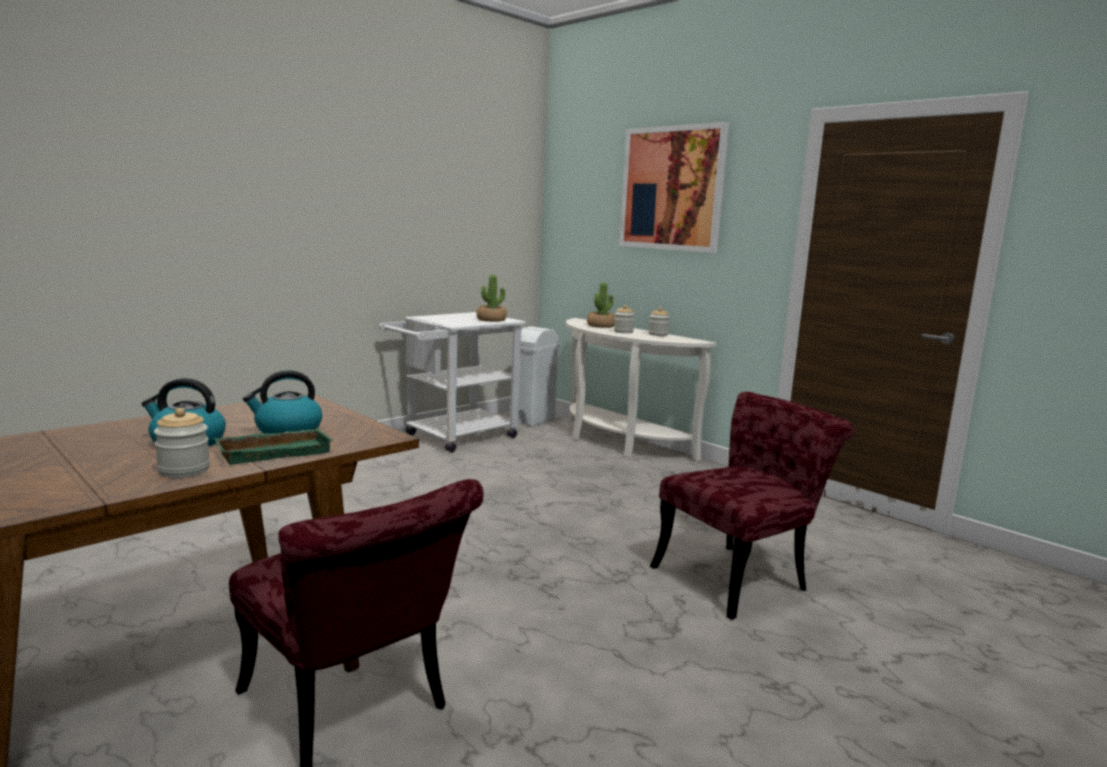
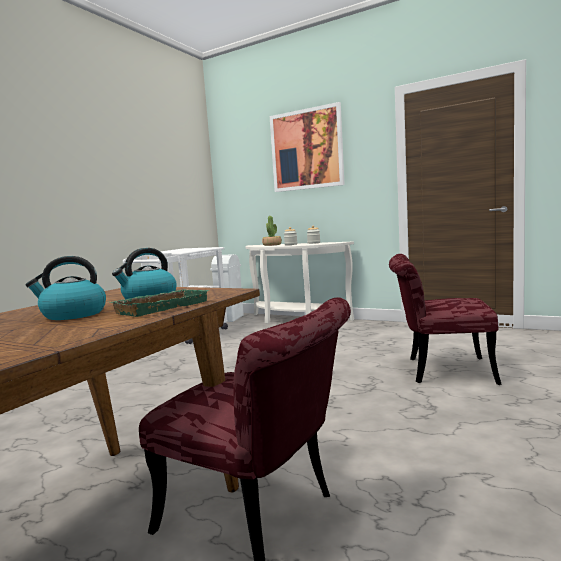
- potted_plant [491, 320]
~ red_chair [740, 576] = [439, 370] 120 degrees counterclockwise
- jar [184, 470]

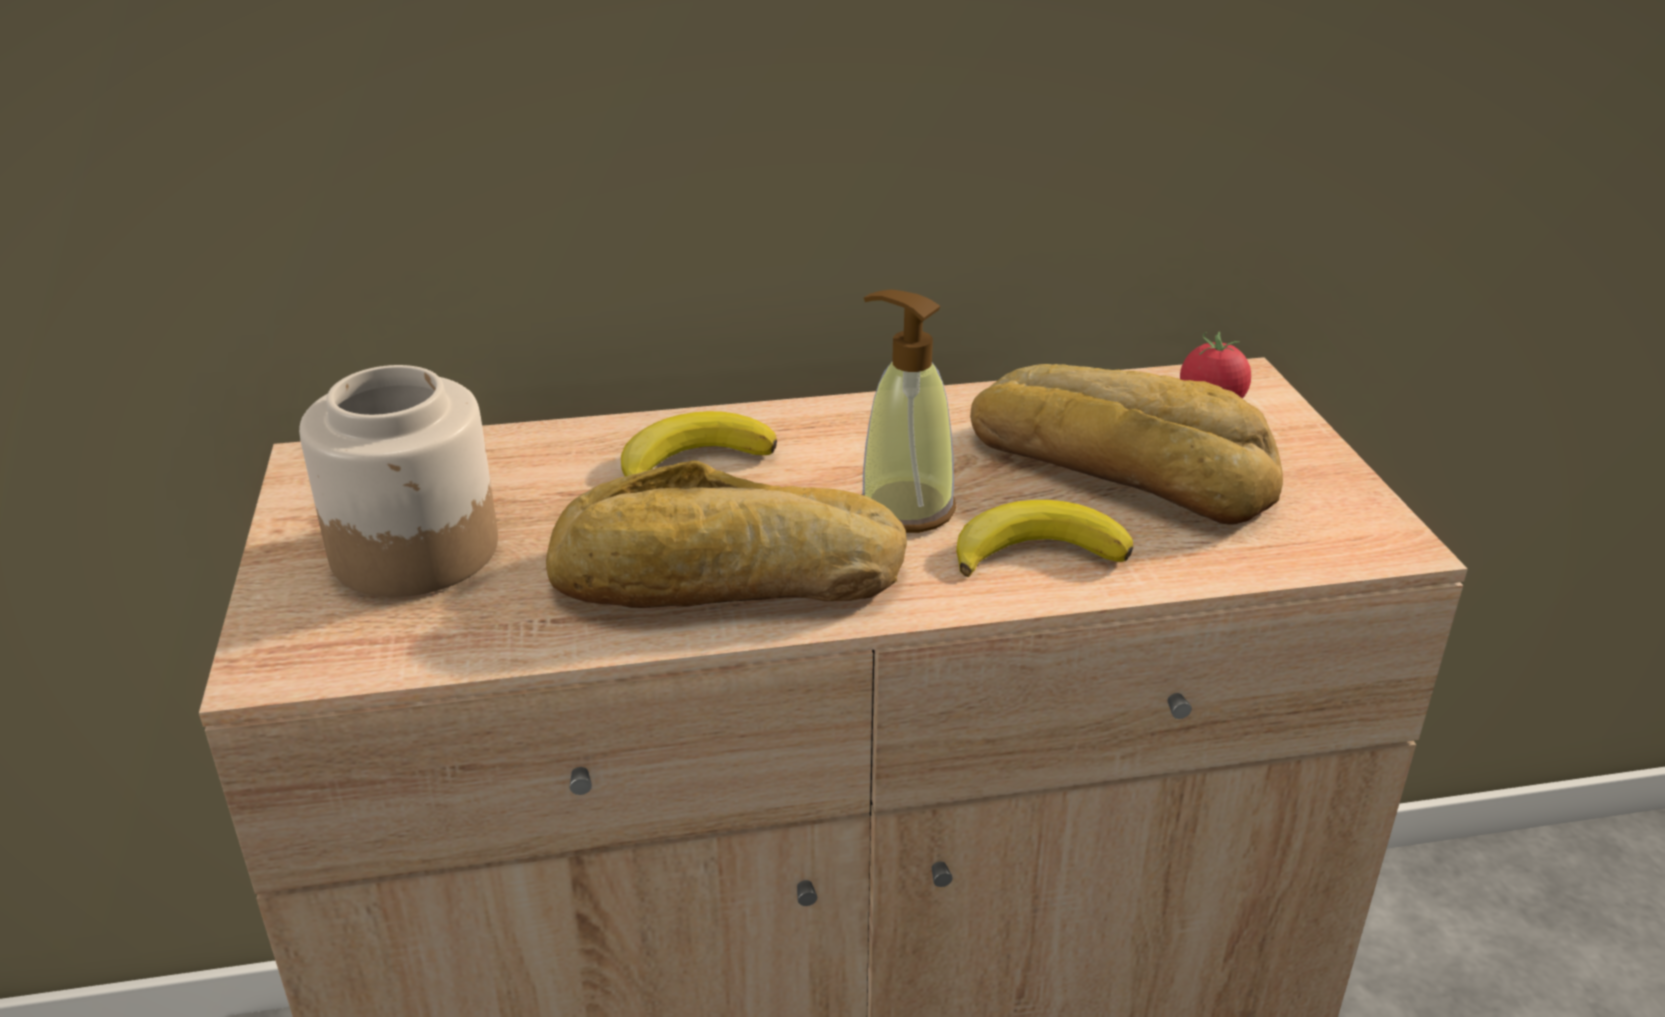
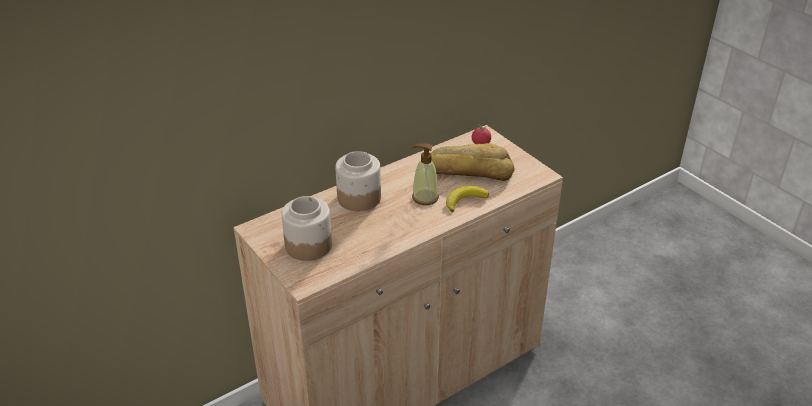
~ banana [693, 458] to jar [358, 198]
- bread [727, 580]

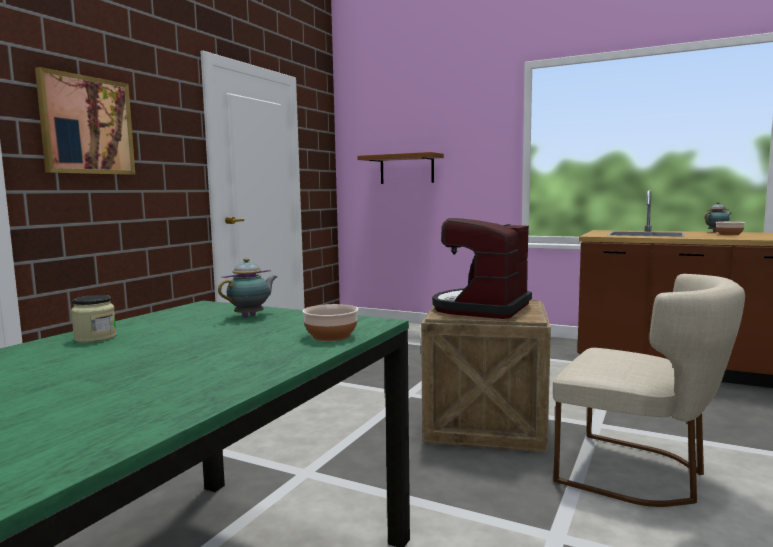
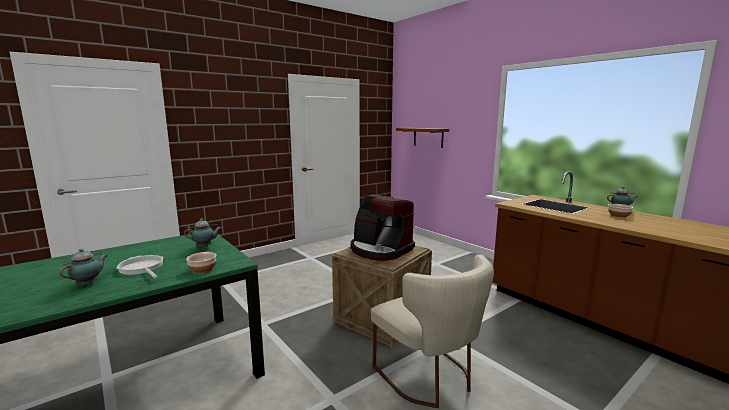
- picture [87, 125]
~ coffee_machine [482, 308] = [380, 250] 105 degrees counterclockwise
- jar [95, 338]
+ teapot [89, 284]
+ frying_pan [142, 268]

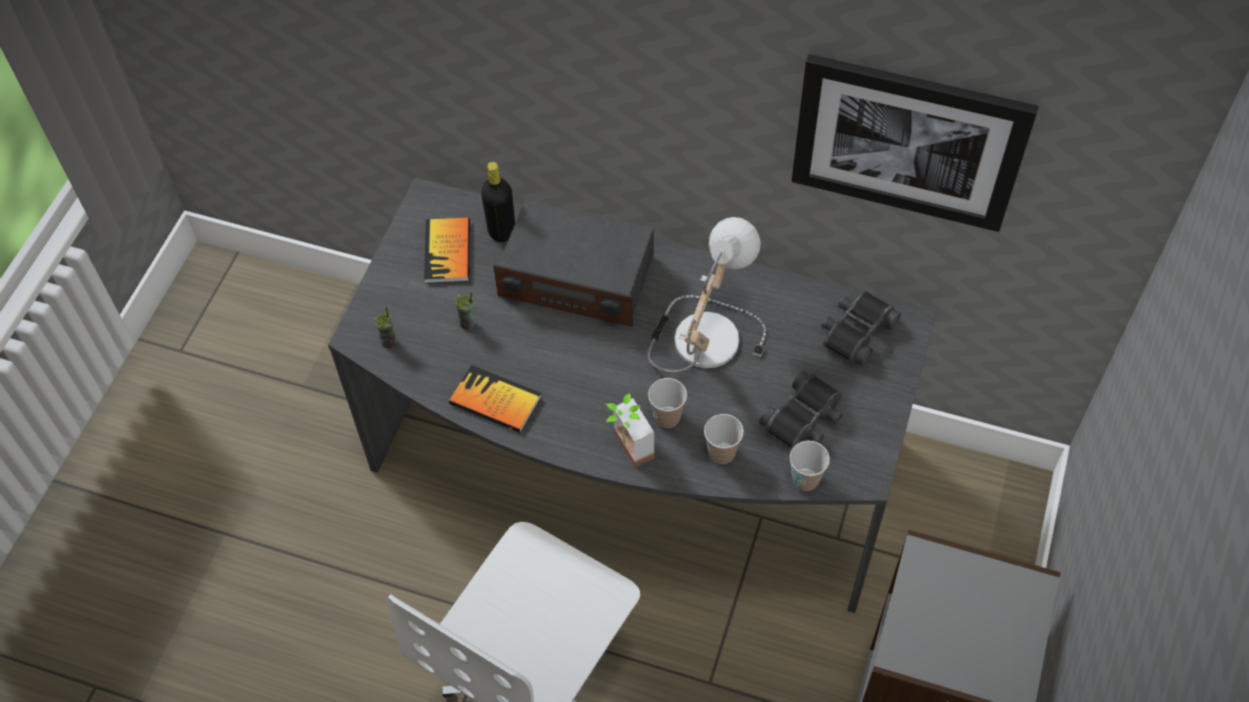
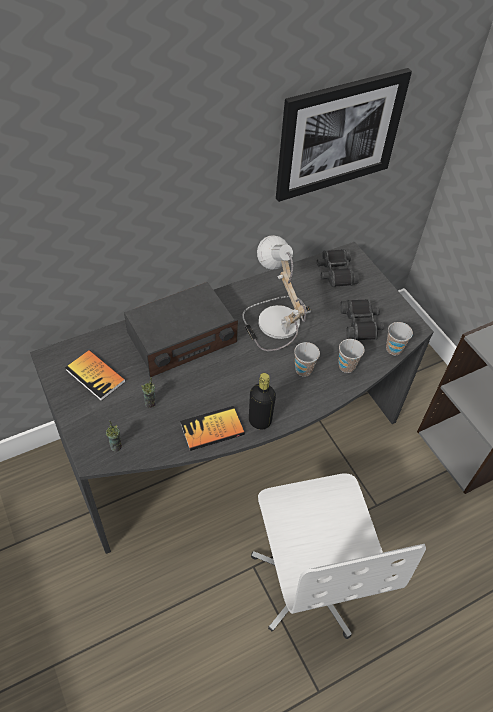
~ black_bottle [501, 231] to [260, 421]
- potted_plant [625, 449]

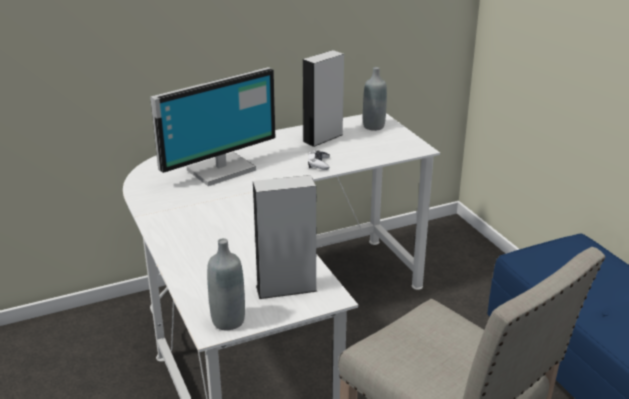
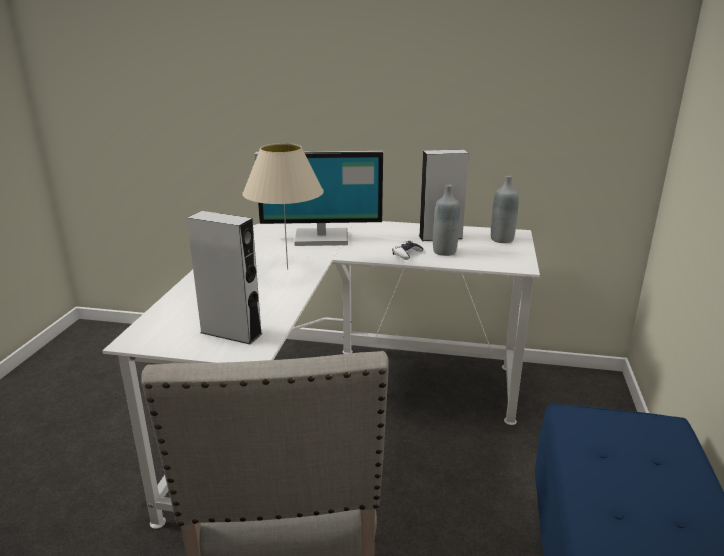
~ grey_bottle [228, 321] to [444, 251]
+ beige_table_lamp [287, 269]

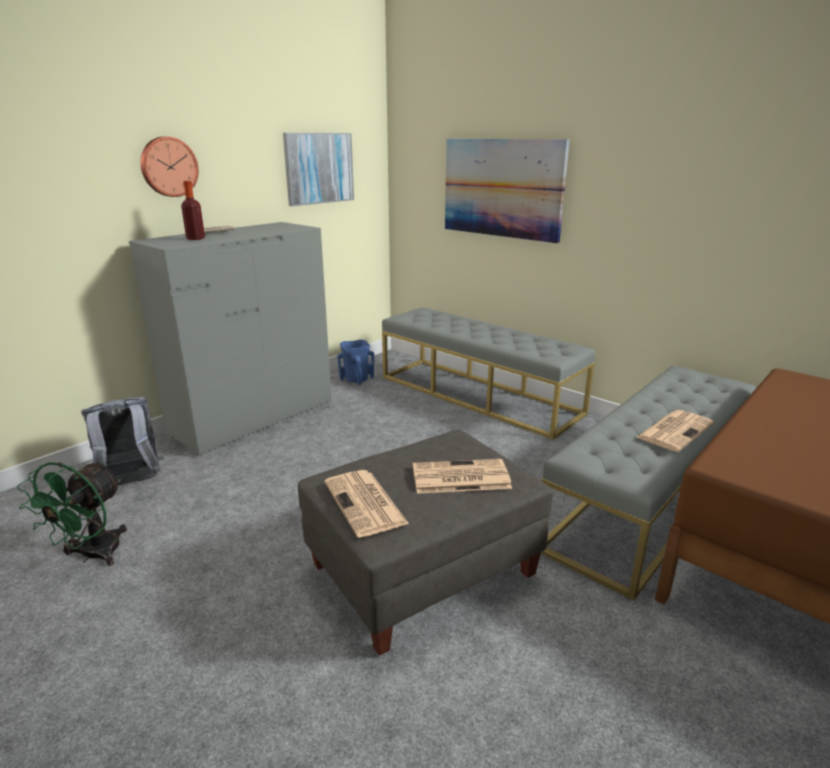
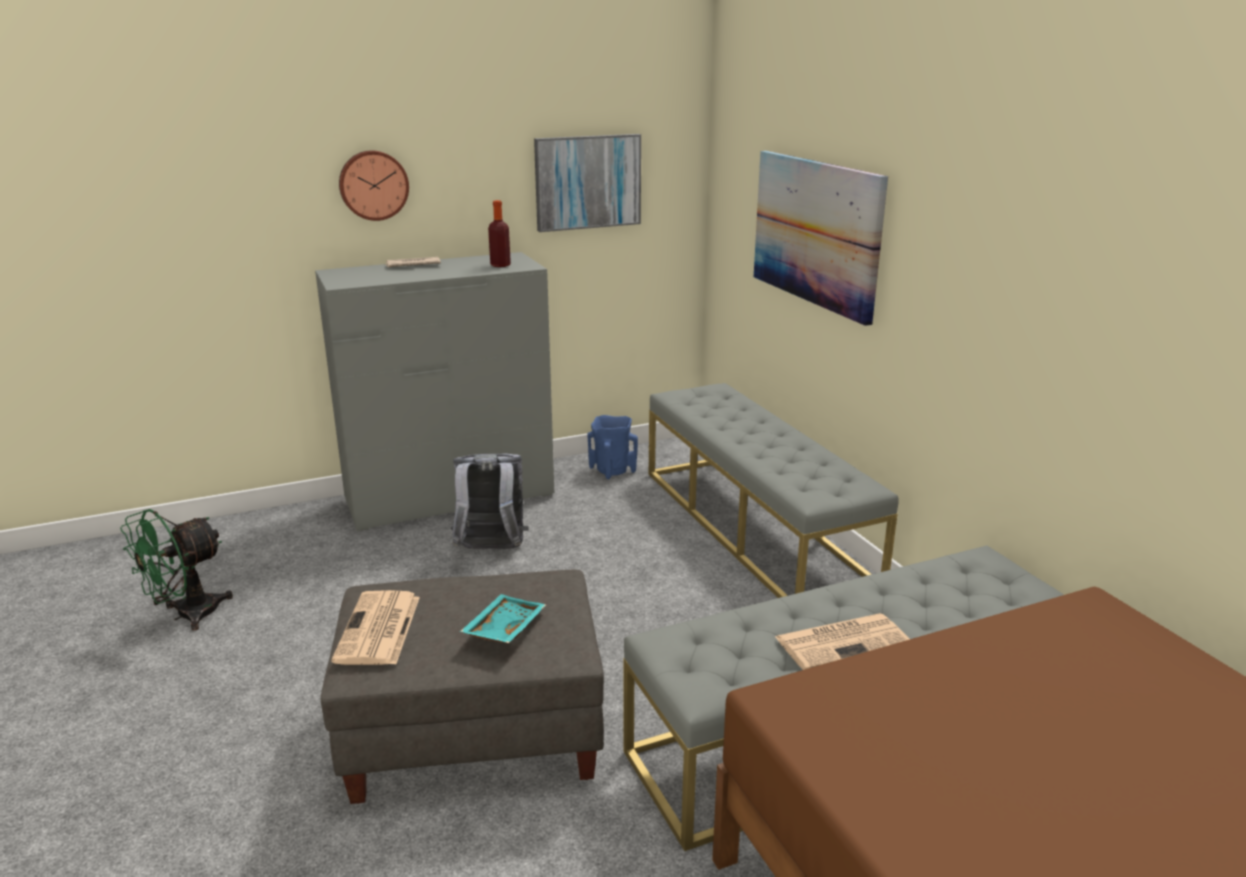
~ bottle [195, 238] to [500, 265]
~ grey_backpack [131, 484] to [491, 551]
~ newspaper [459, 477] to turquoise_tray [503, 628]

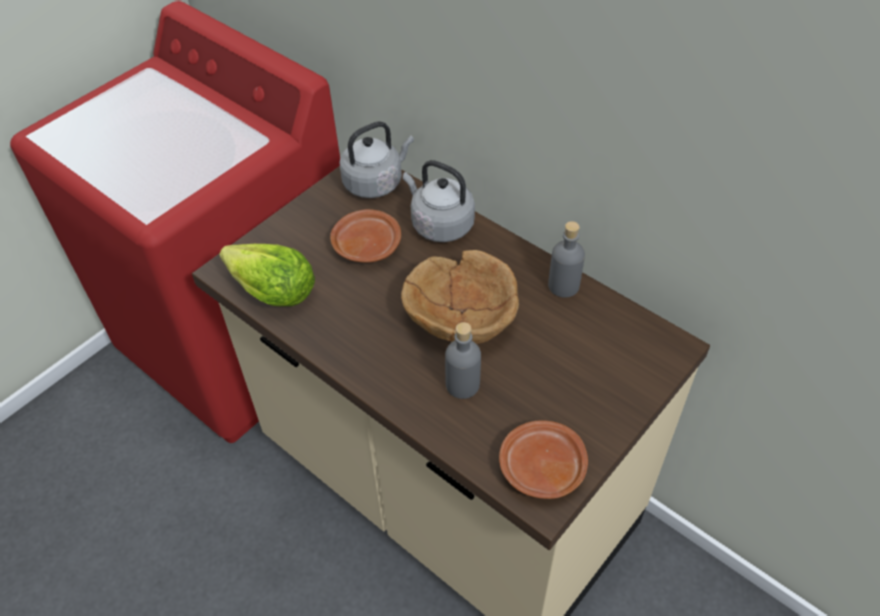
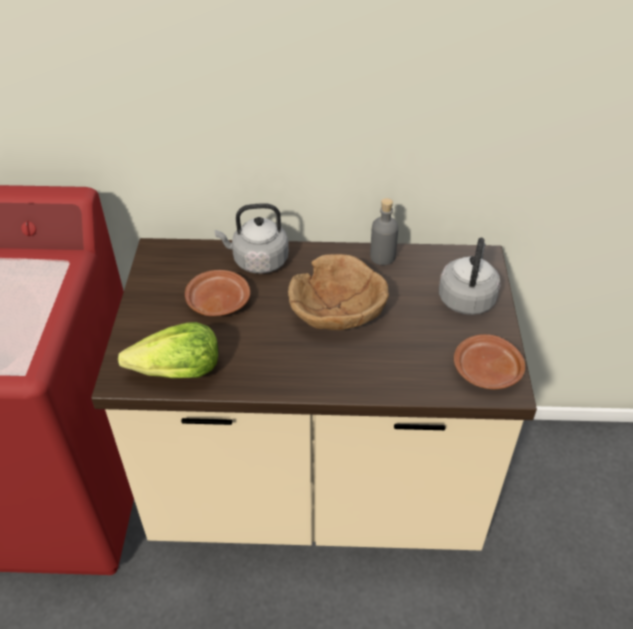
~ grey_kettle [375, 182] to [467, 297]
- grey_bottle [462, 384]

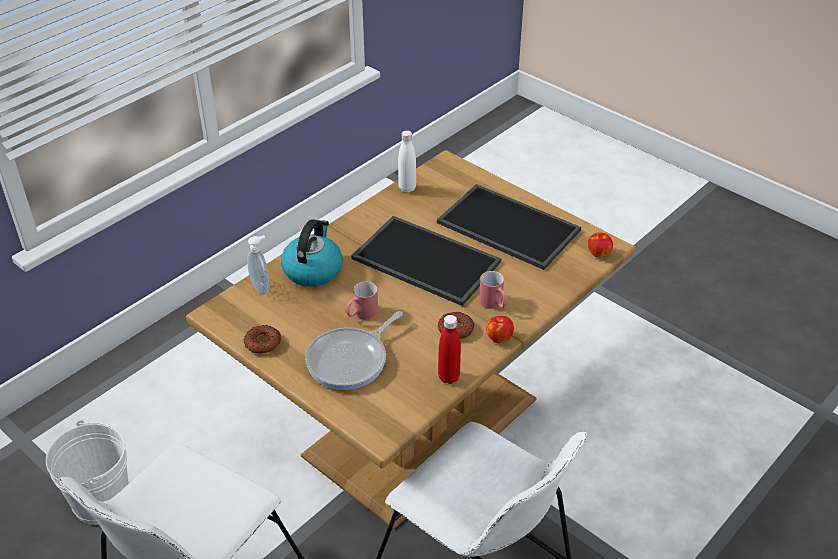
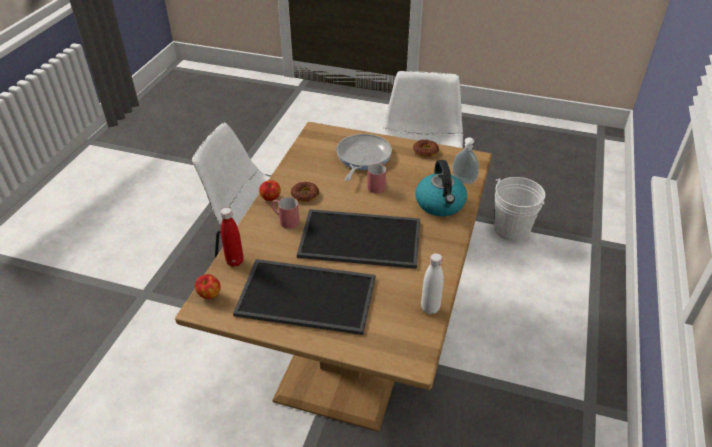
~ red_bottle [448, 377] to [235, 261]

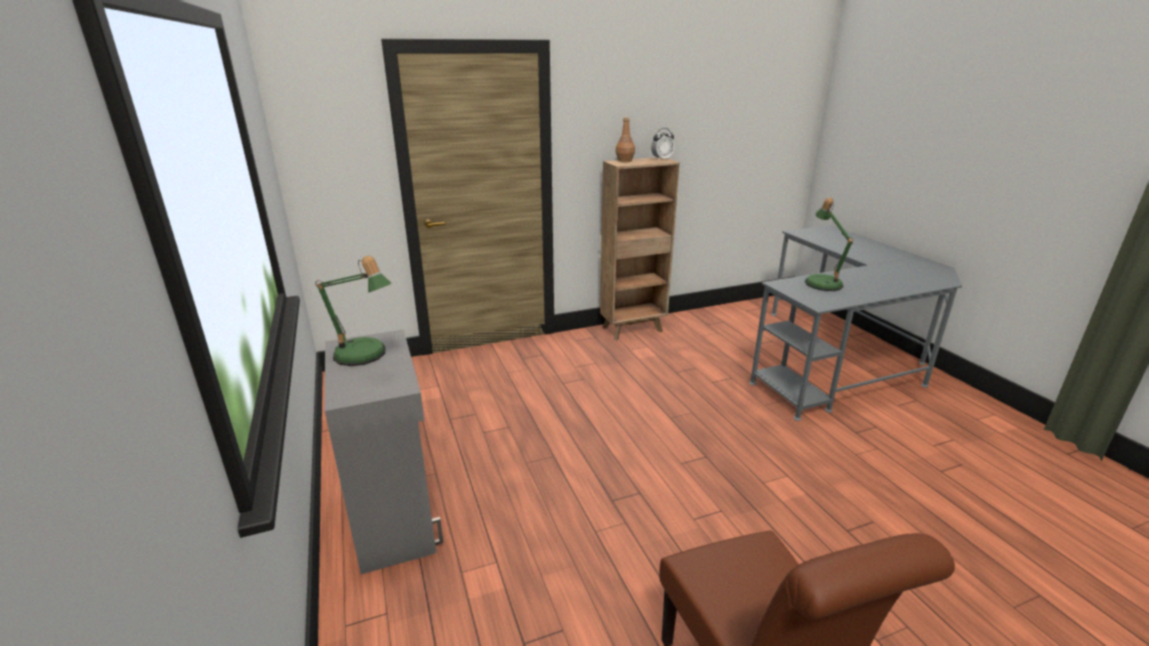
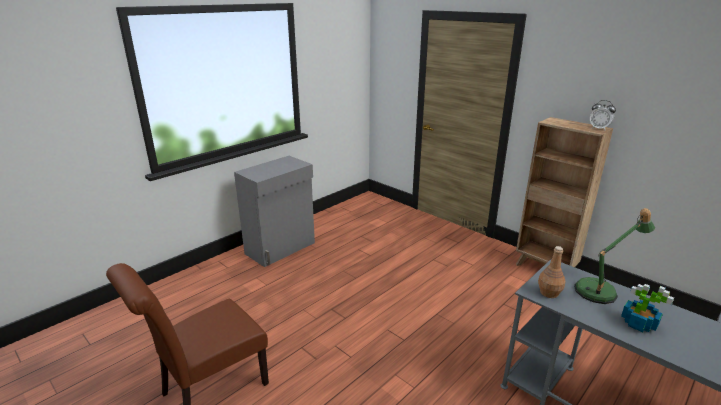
~ brown_bottle [624, 161] to [548, 293]
- table_lamp [365, 357]
+ potted_plant [638, 323]

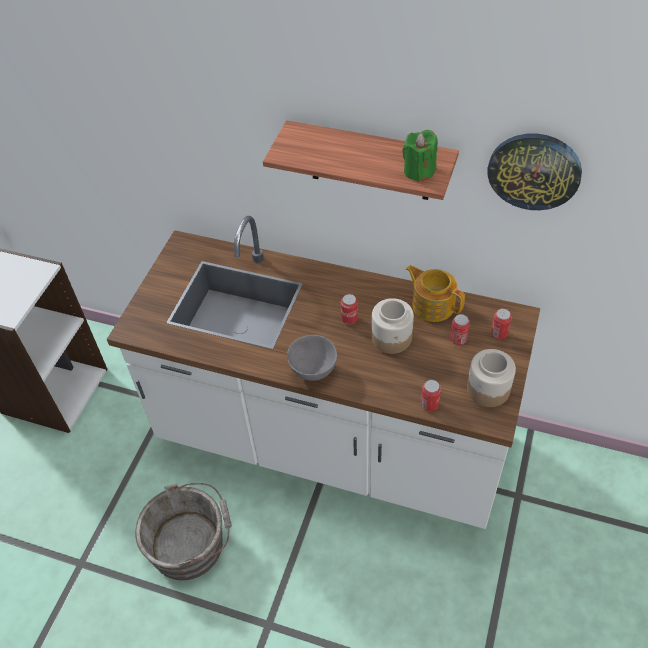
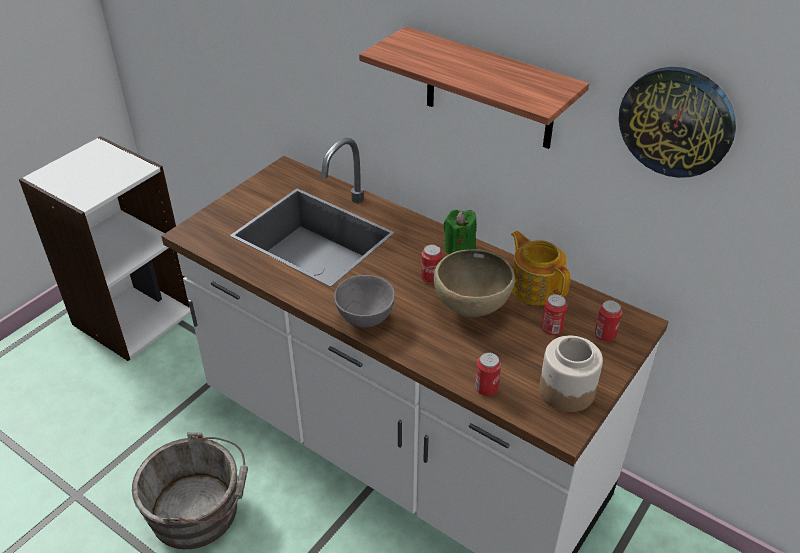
~ green_candle [419, 171] to [459, 248]
~ jar [392, 338] to brown_bowl [471, 308]

